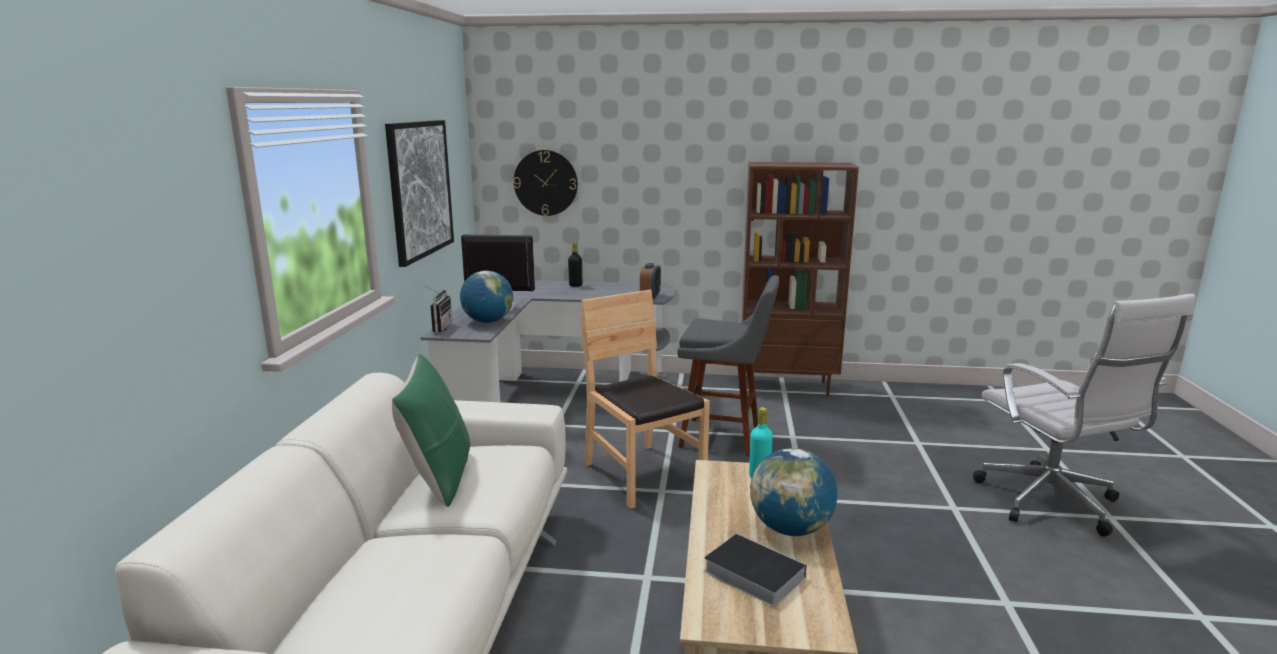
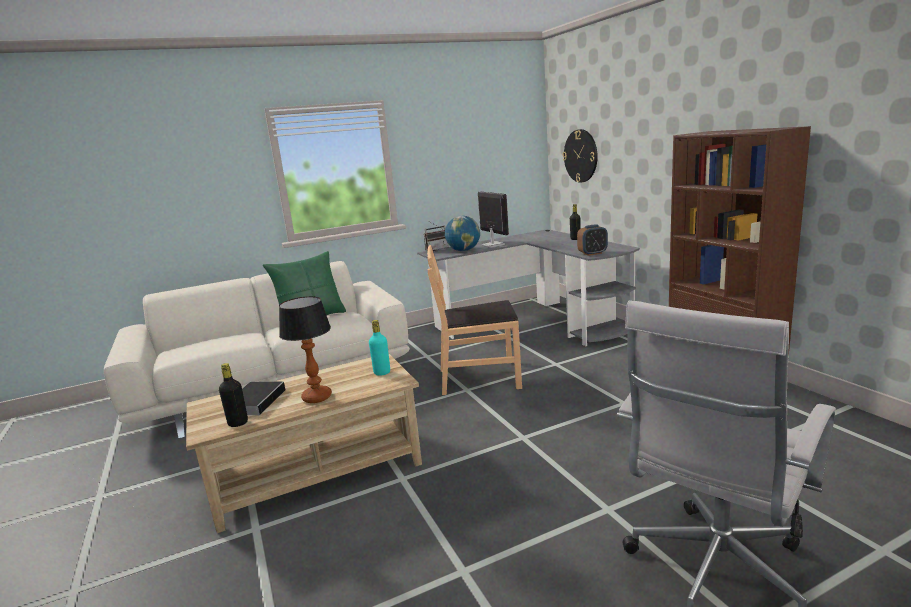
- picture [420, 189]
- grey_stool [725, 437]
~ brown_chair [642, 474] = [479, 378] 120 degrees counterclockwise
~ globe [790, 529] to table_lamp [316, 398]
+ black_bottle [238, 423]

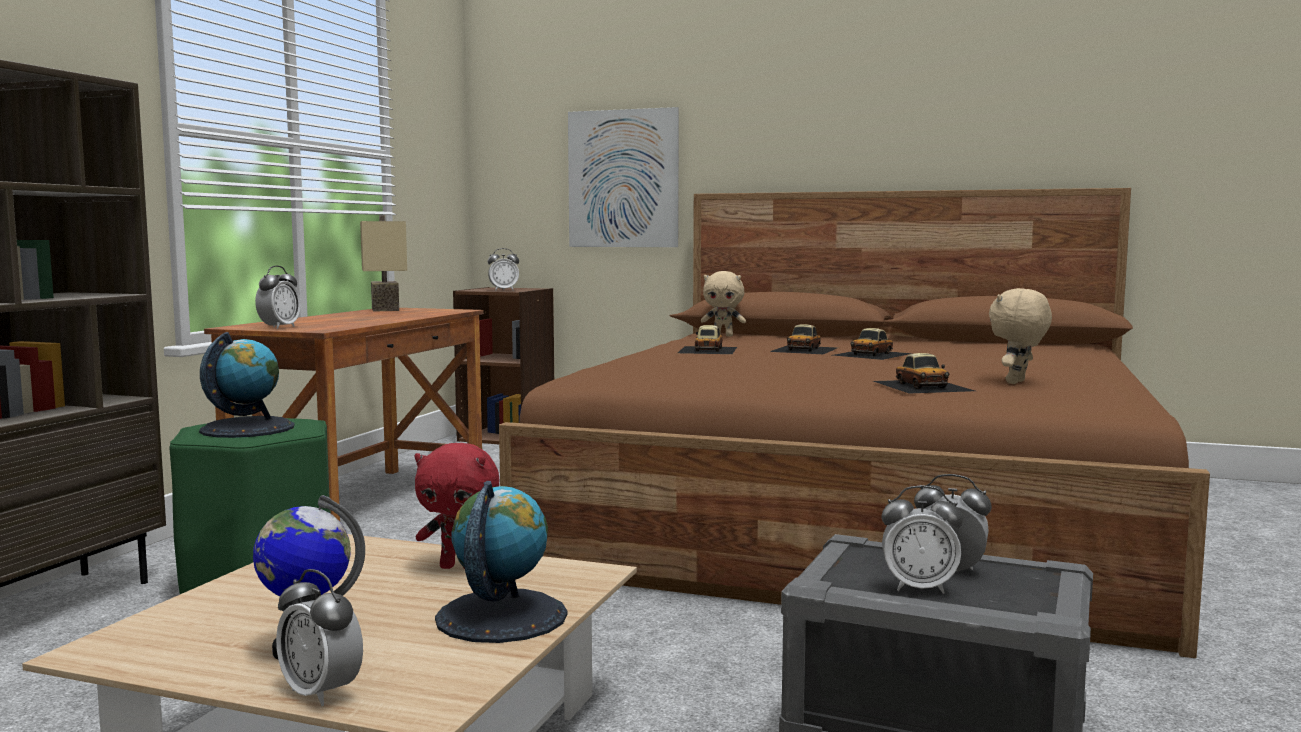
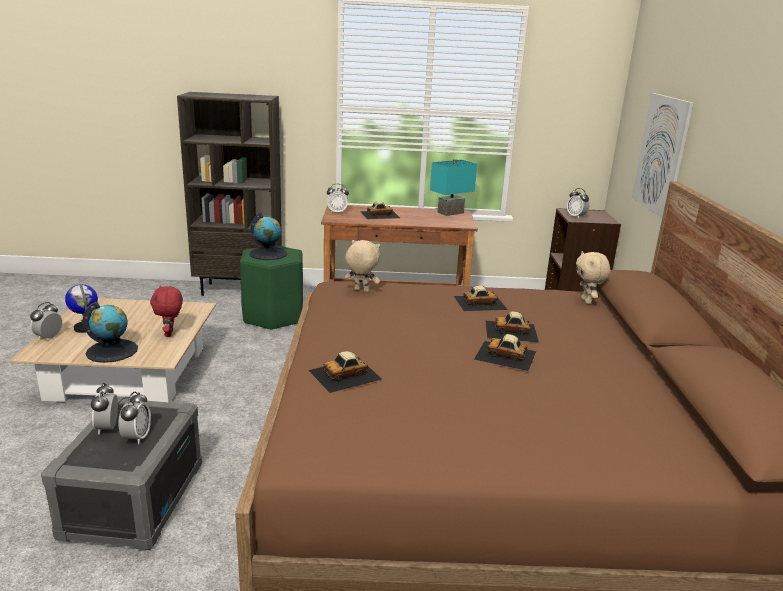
~ beige_table_lamp [387, 309] to turquoise_table_lamp [451, 213]
~ beige_plush_toy [1017, 382] to [361, 290]
+ toy_car [379, 214]

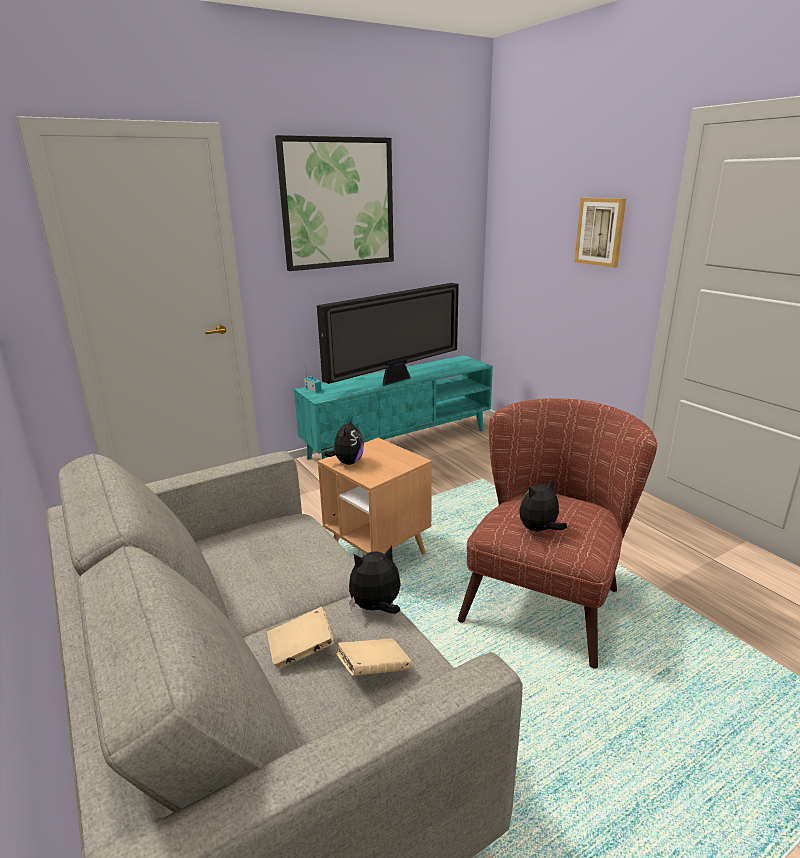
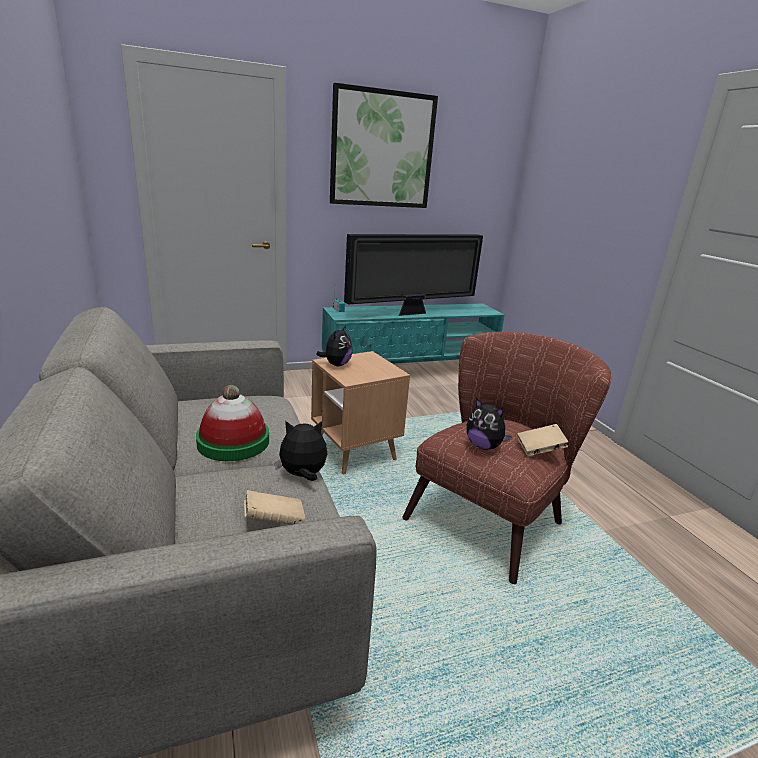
- picture [600, 231]
~ plush_toy [539, 530] = [484, 446] 120 degrees counterclockwise
~ beige_book [301, 650] to [539, 449]
+ hat [233, 442]

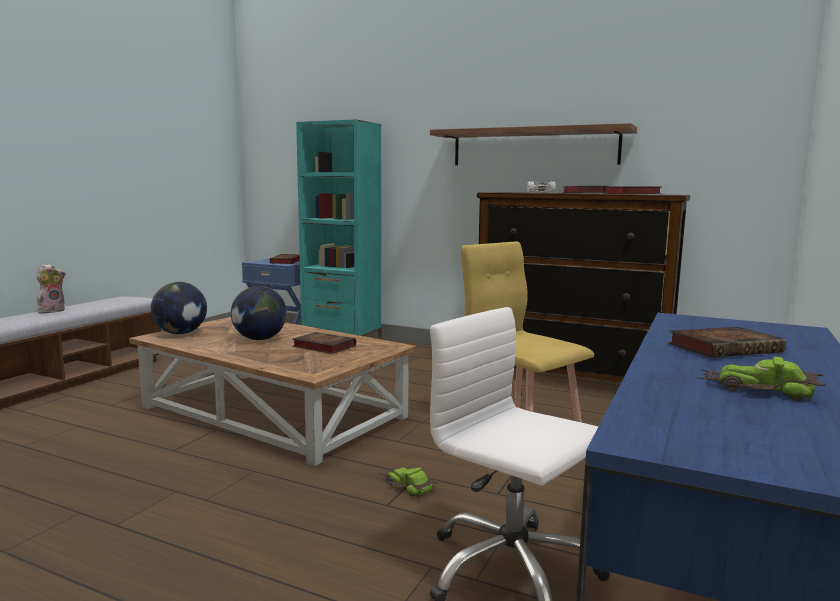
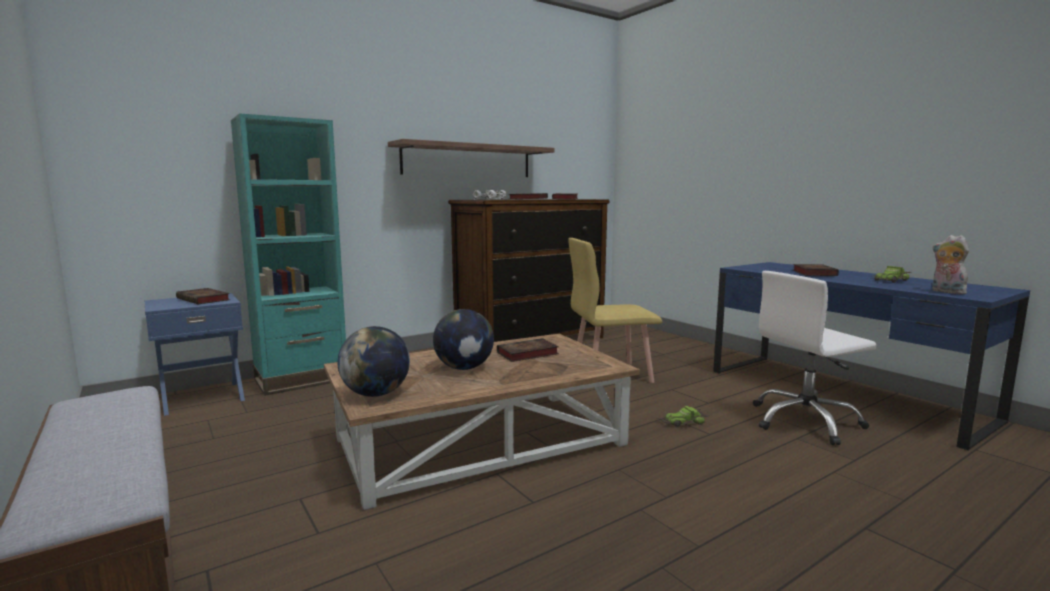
~ plush_toy [52, 311] to [946, 292]

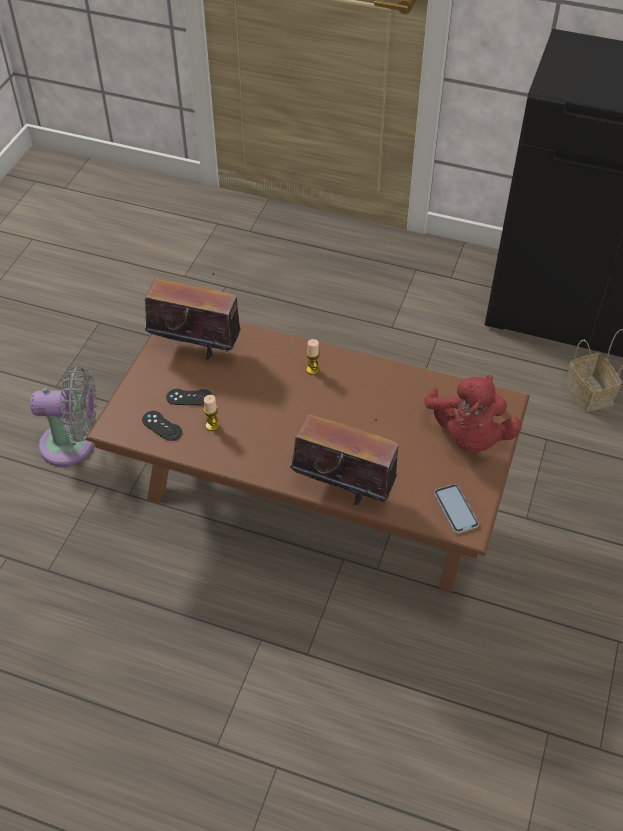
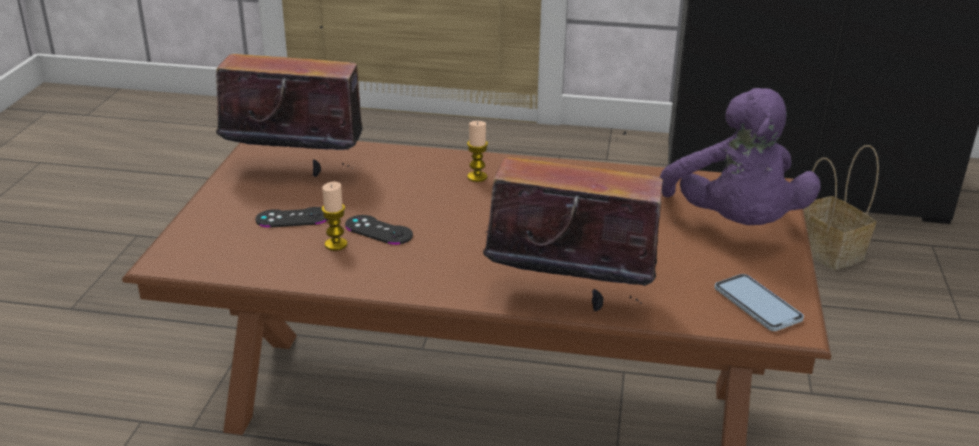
- grey_fan [73, 445]
~ red_plush_toy [468, 436] to purple_plush_toy [734, 224]
~ black_game_controller [162, 426] to [378, 230]

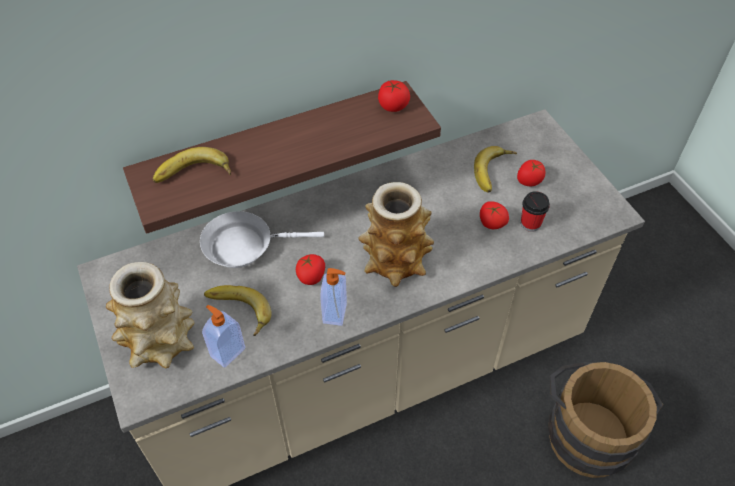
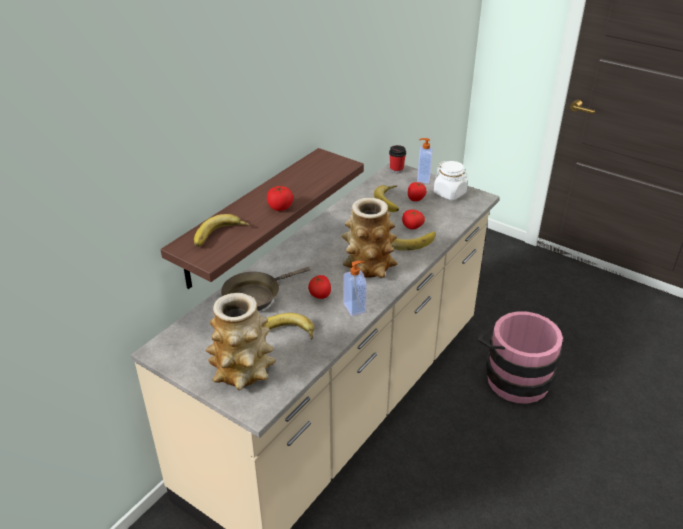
~ tomato [393, 106] to [280, 207]
~ cup [530, 224] to [396, 170]
~ white_frying_pan [244, 246] to brown_frying_pan [255, 295]
~ soap_dispenser [227, 352] to [423, 178]
~ brown_bucket [587, 430] to pink_bucket [513, 376]
+ white_jar [450, 193]
+ banana [409, 241]

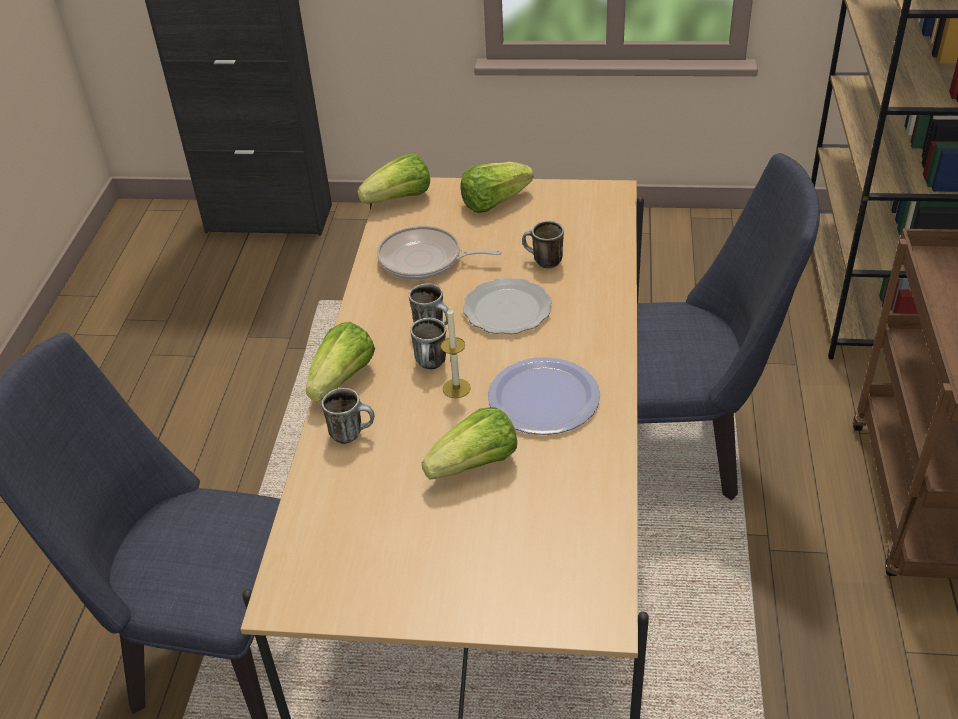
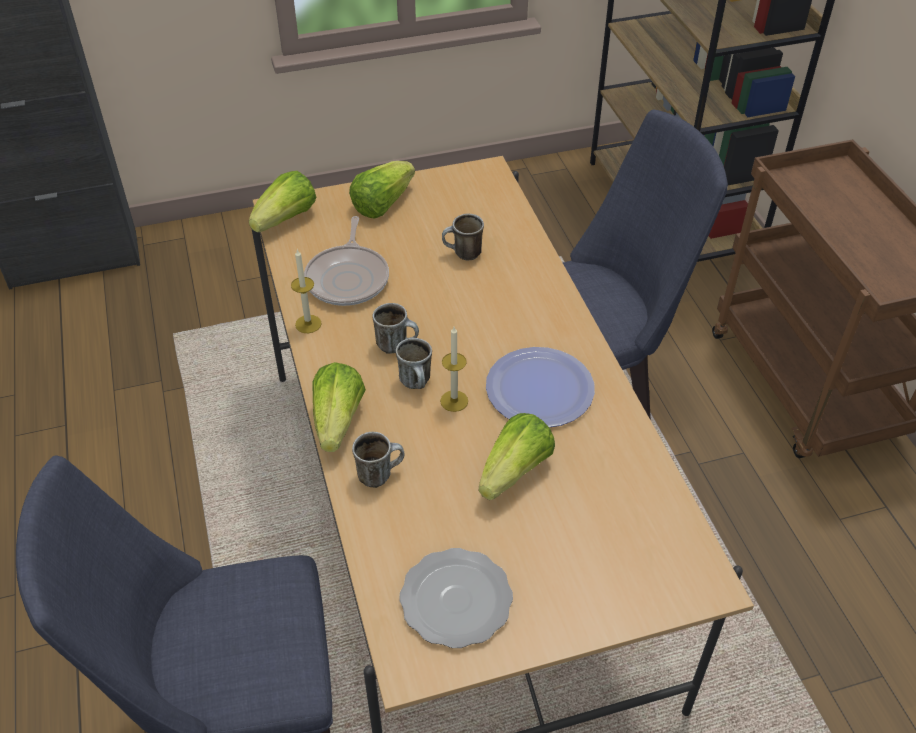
~ frying_pan [424, 260] = [348, 278] 75 degrees counterclockwise
~ plate [508, 309] to [458, 600]
+ candle [308, 324]

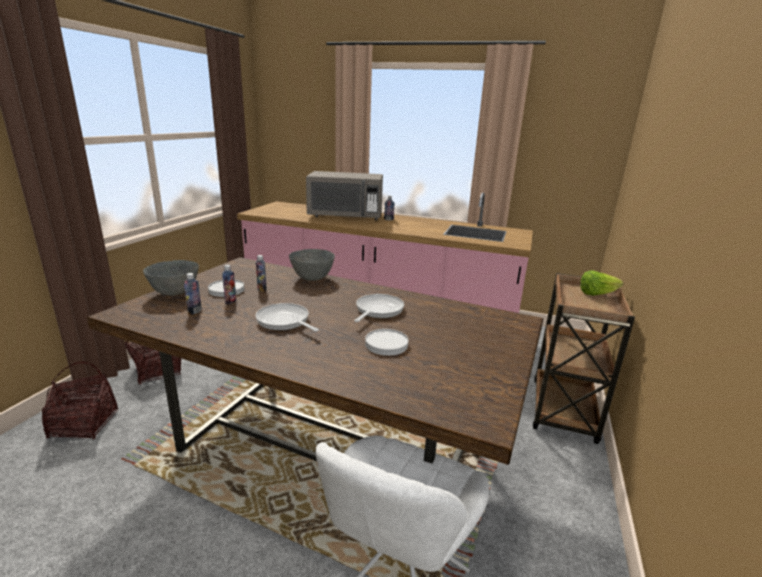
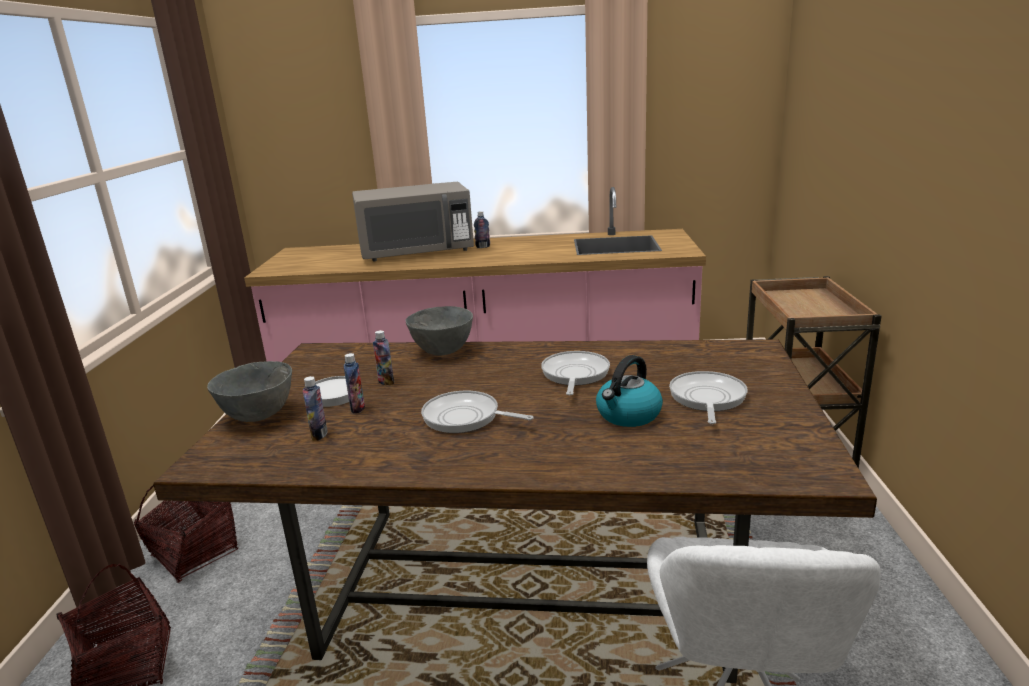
- lettuce [596, 294]
~ white_plate [387, 344] to kettle [628, 415]
+ frying_pan [707, 399]

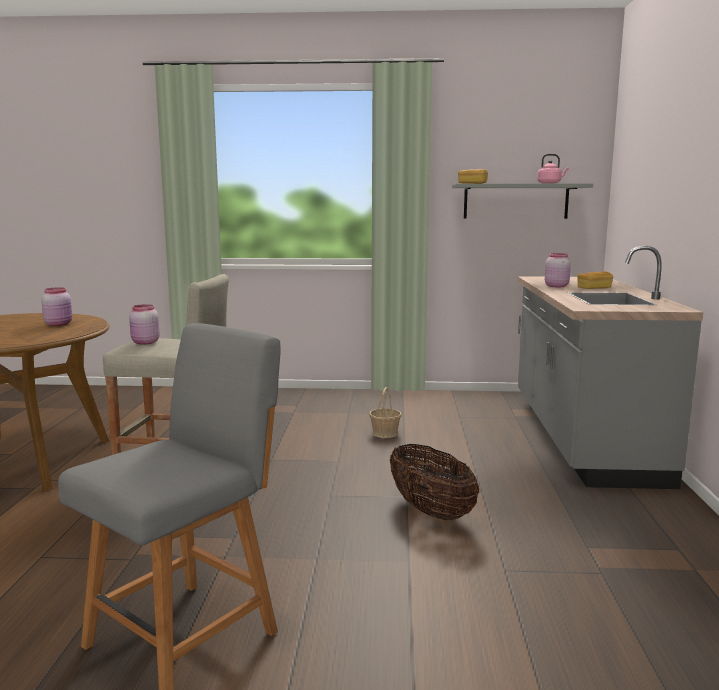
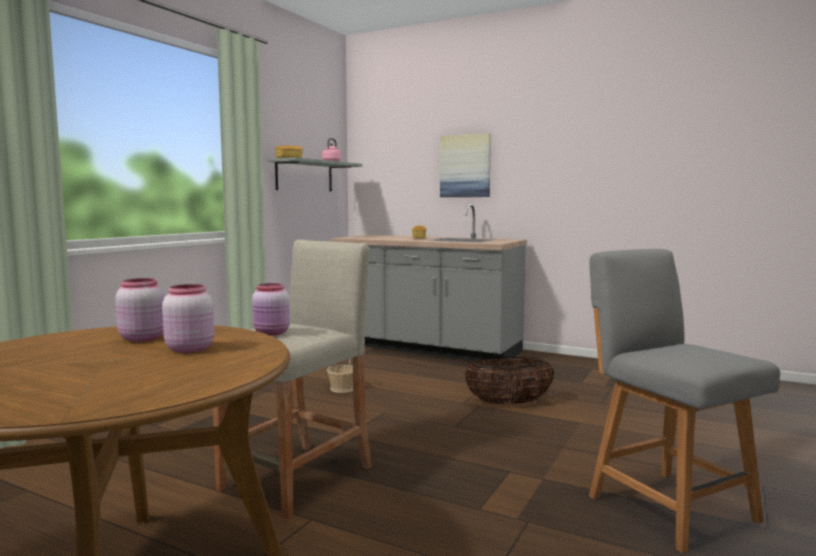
~ pink_jar [556, 286] to [189, 349]
+ picture [465, 166]

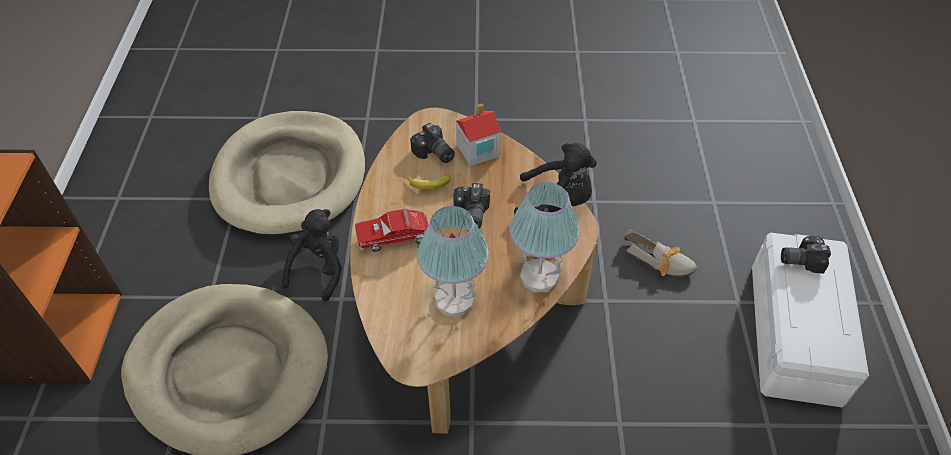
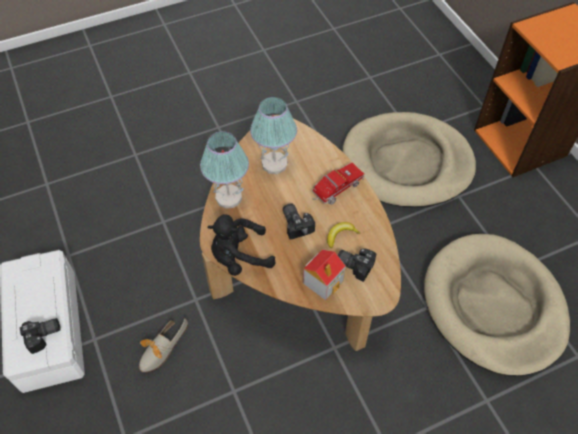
- black_plush_toy [319, 269]
~ shoe [661, 263] = [160, 350] 60 degrees counterclockwise

